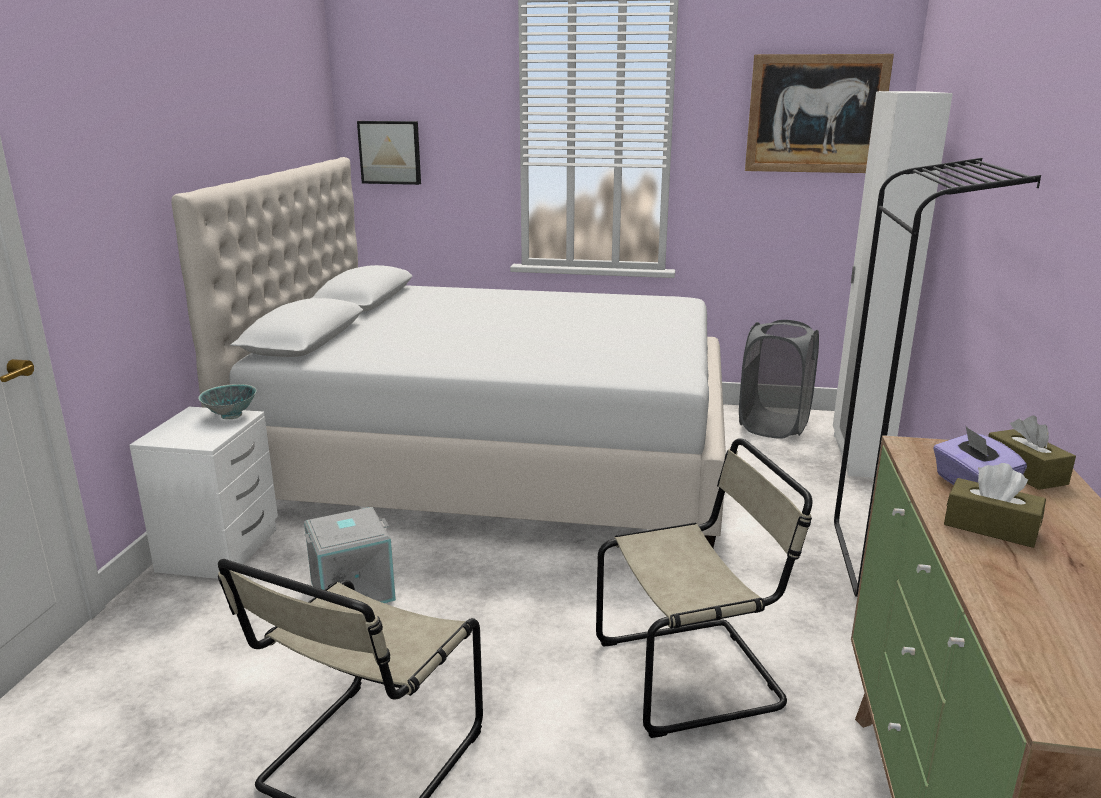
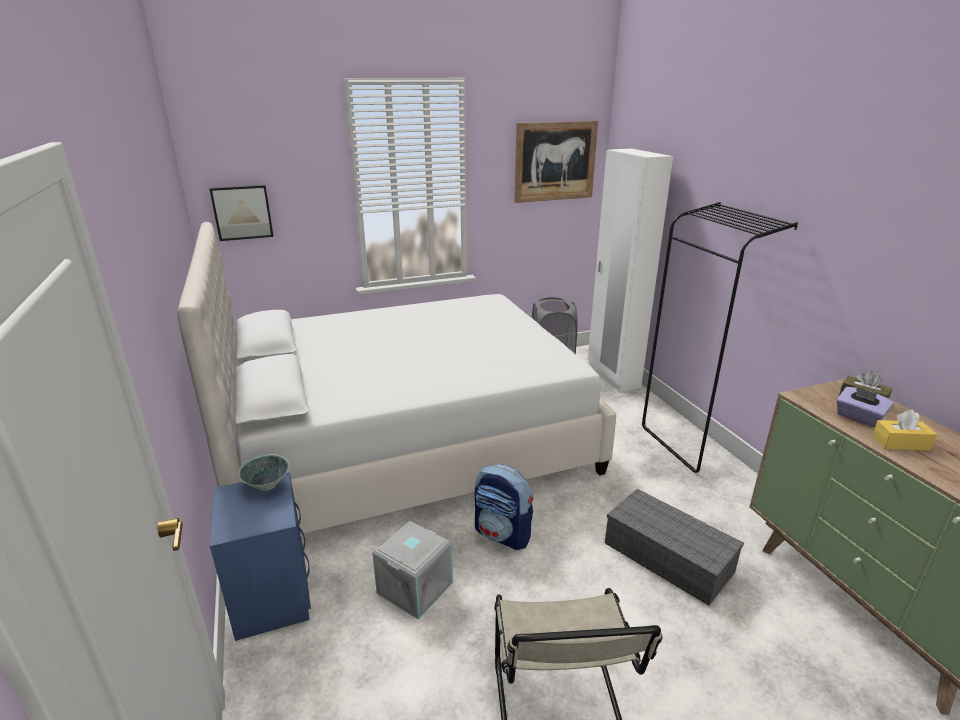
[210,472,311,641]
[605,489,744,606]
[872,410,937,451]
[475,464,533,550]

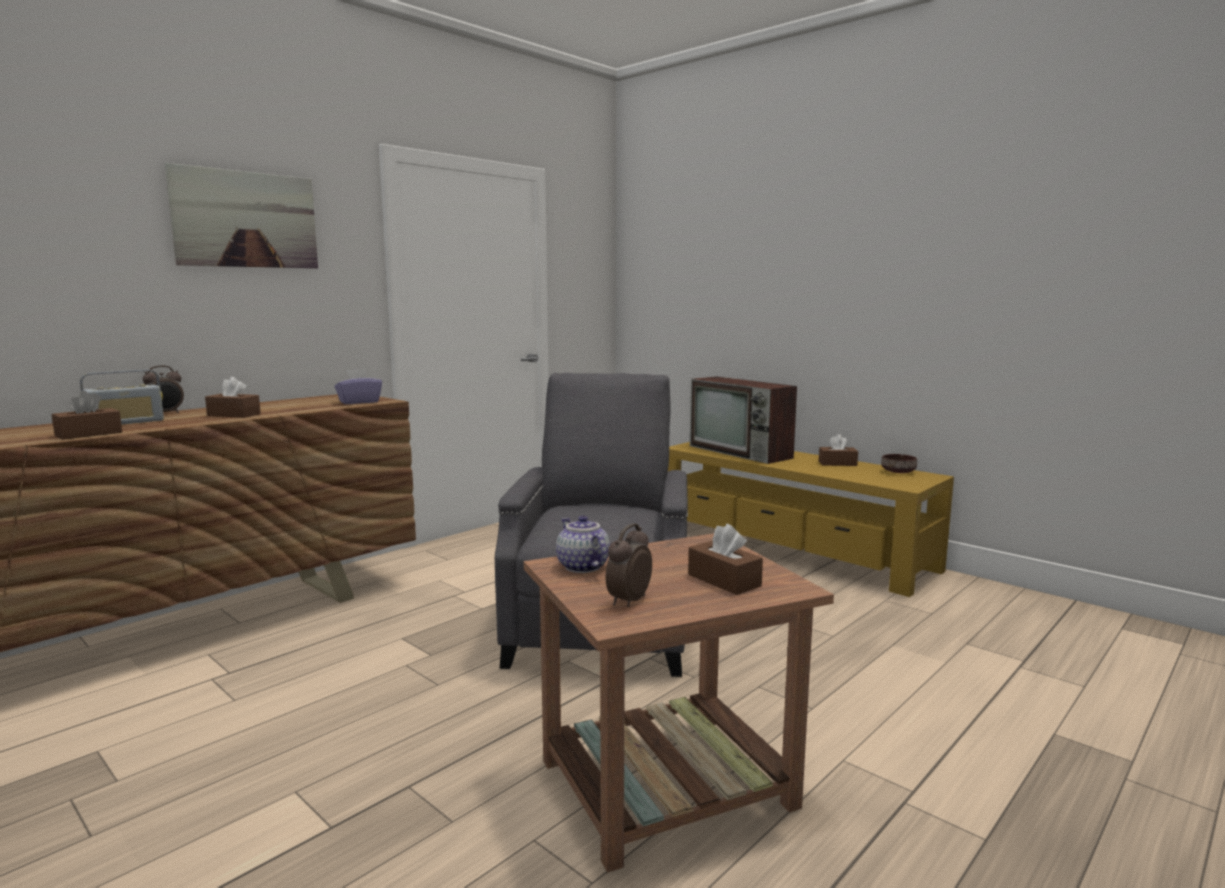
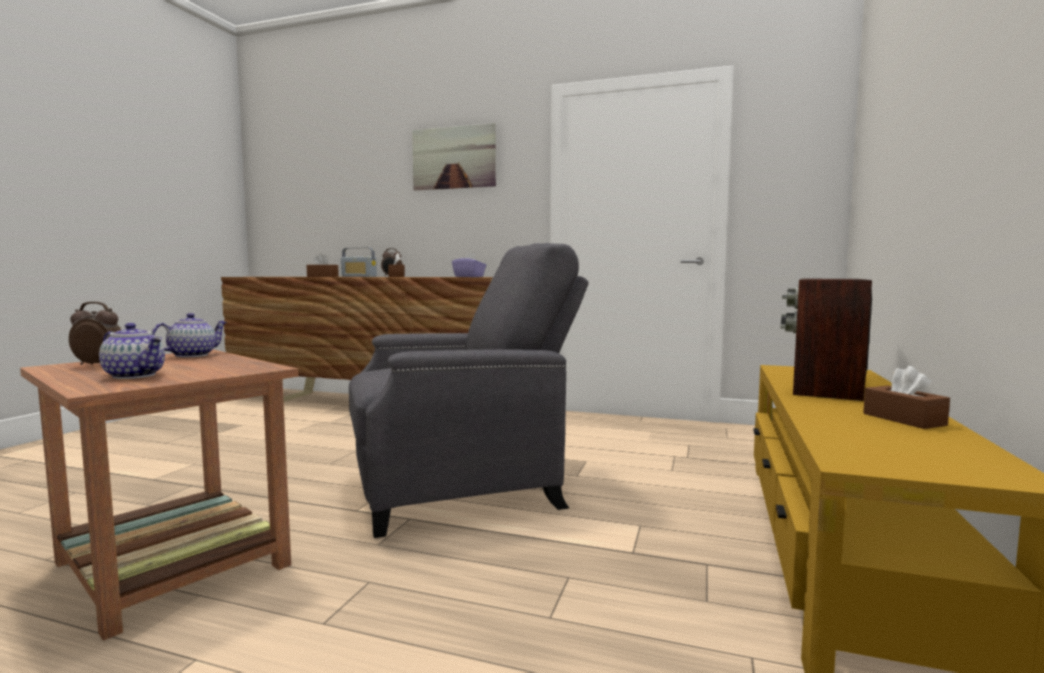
[881,454,917,473] (first image)
[99,323,165,379]

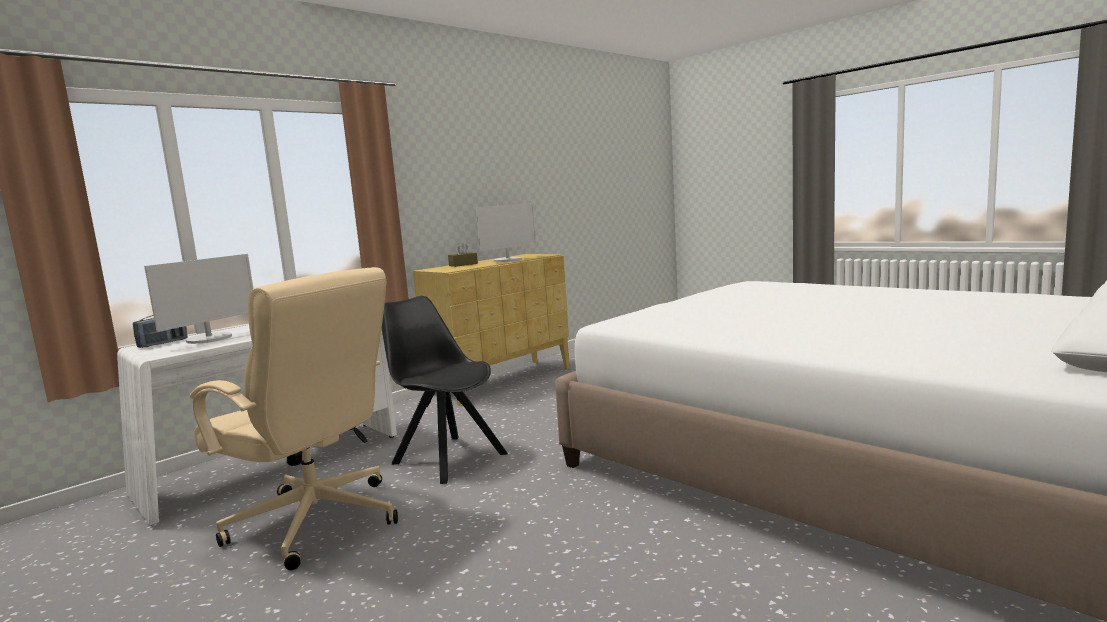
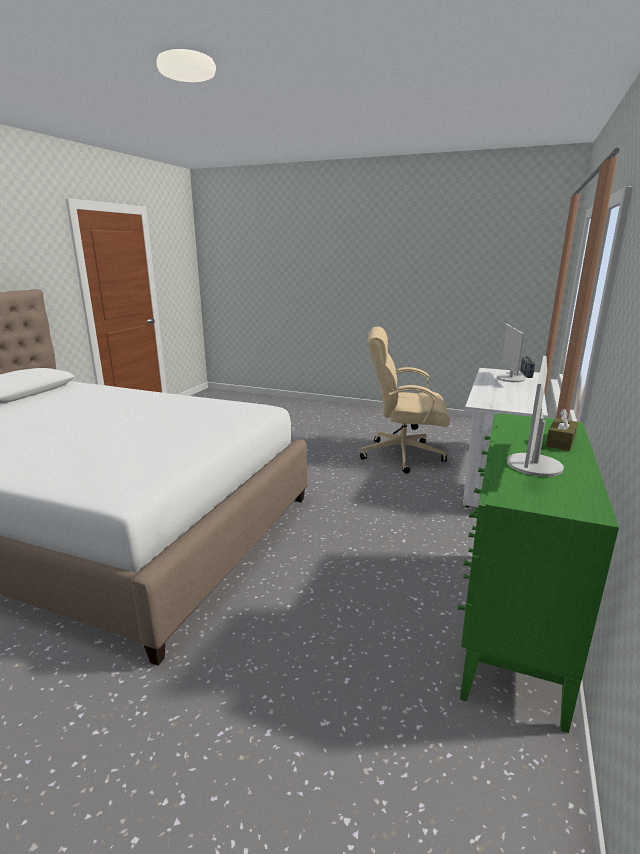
[458,413,619,733]
[382,296,508,484] (first image)

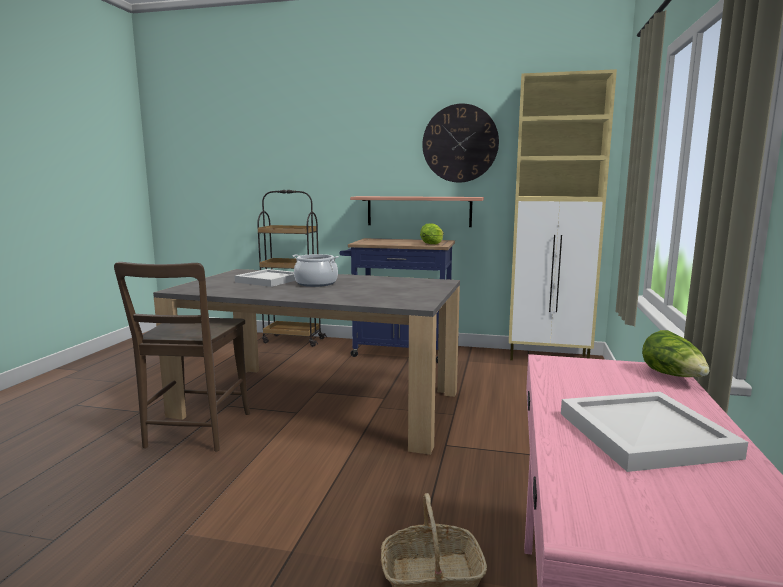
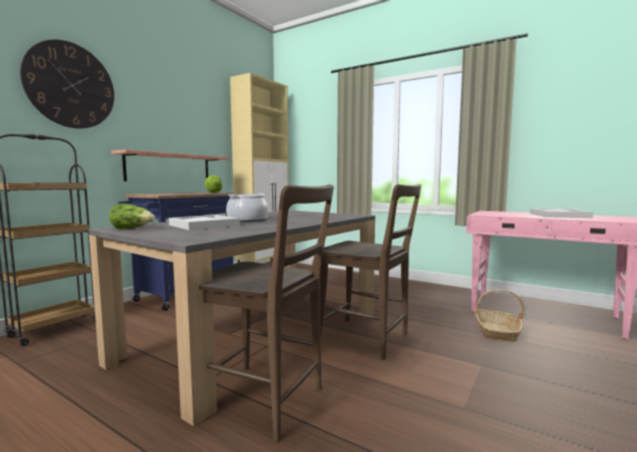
[20,40,114,129]
[109,204,155,229]
[320,184,421,360]

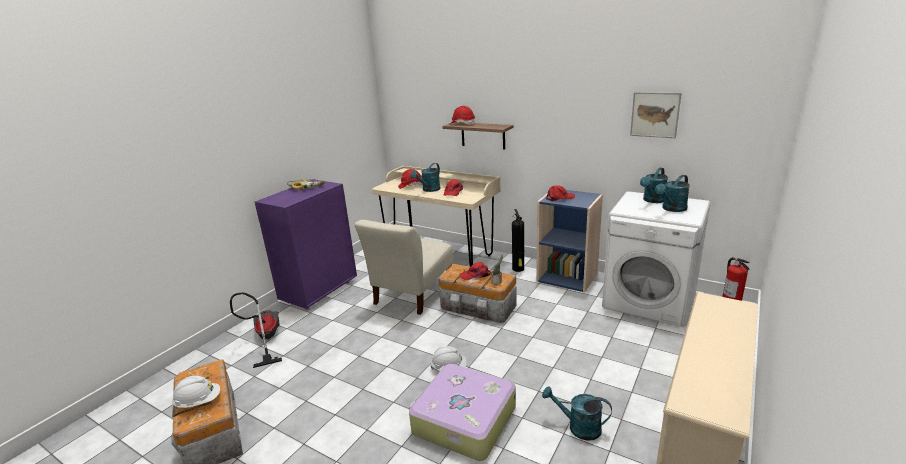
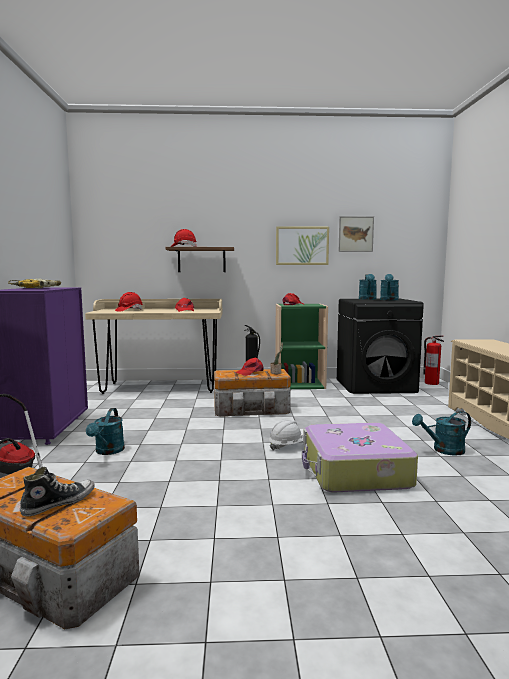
[86,408,125,455]
[275,304,328,389]
[337,299,424,394]
[355,220,453,315] (first image)
[20,467,94,517]
[276,226,329,265]

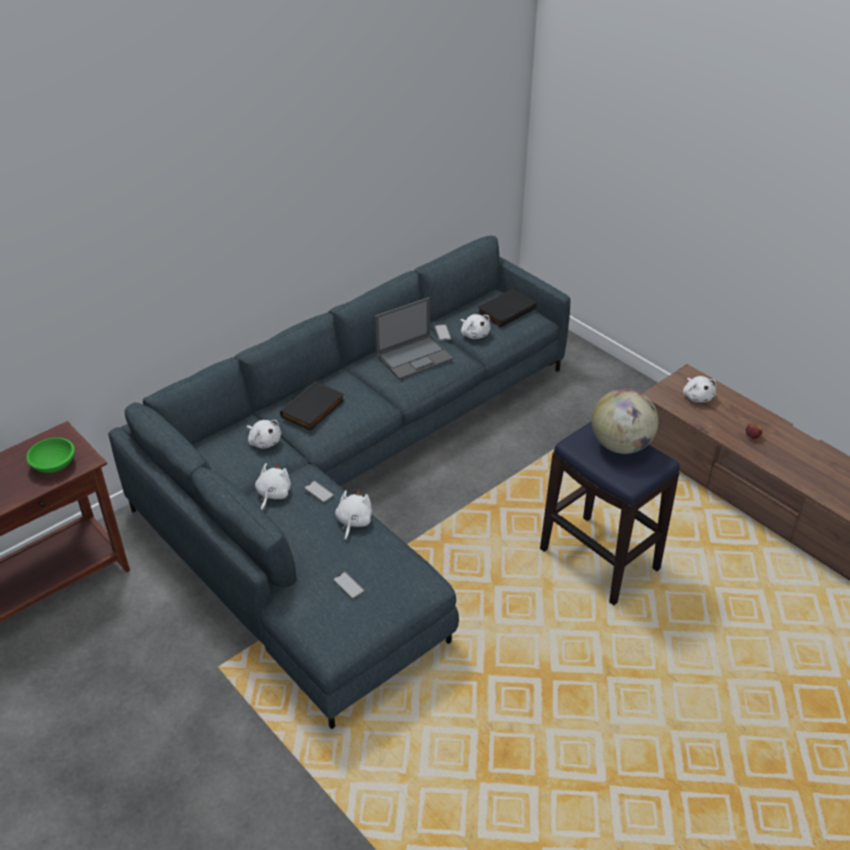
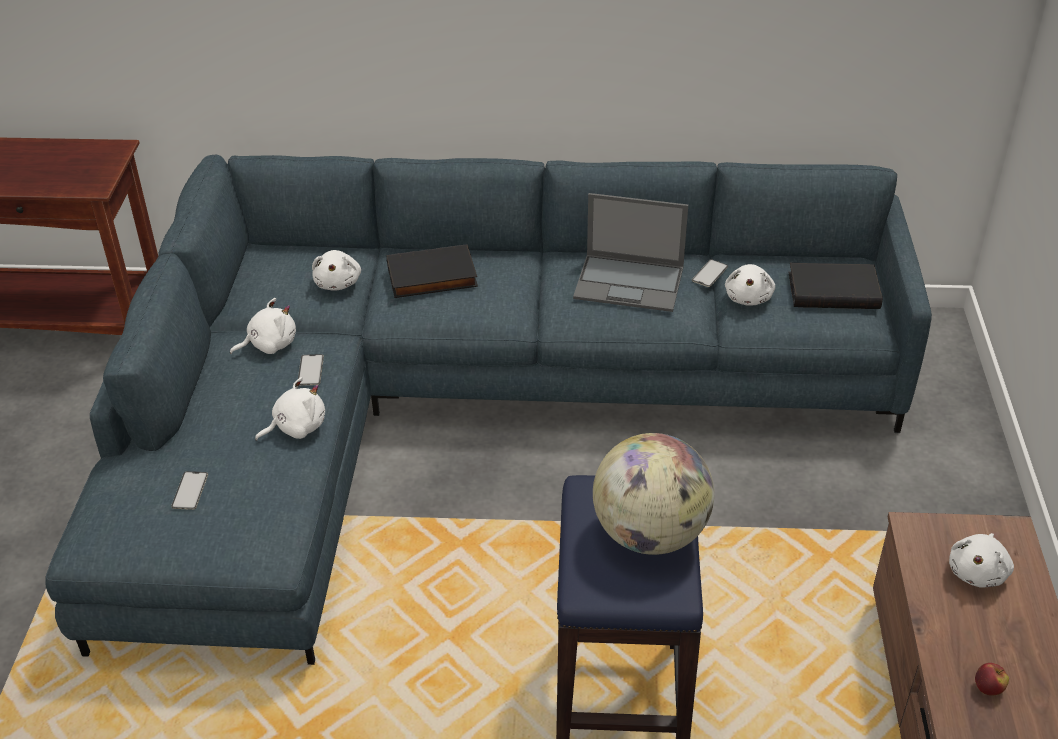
[26,438,75,473] (first image)

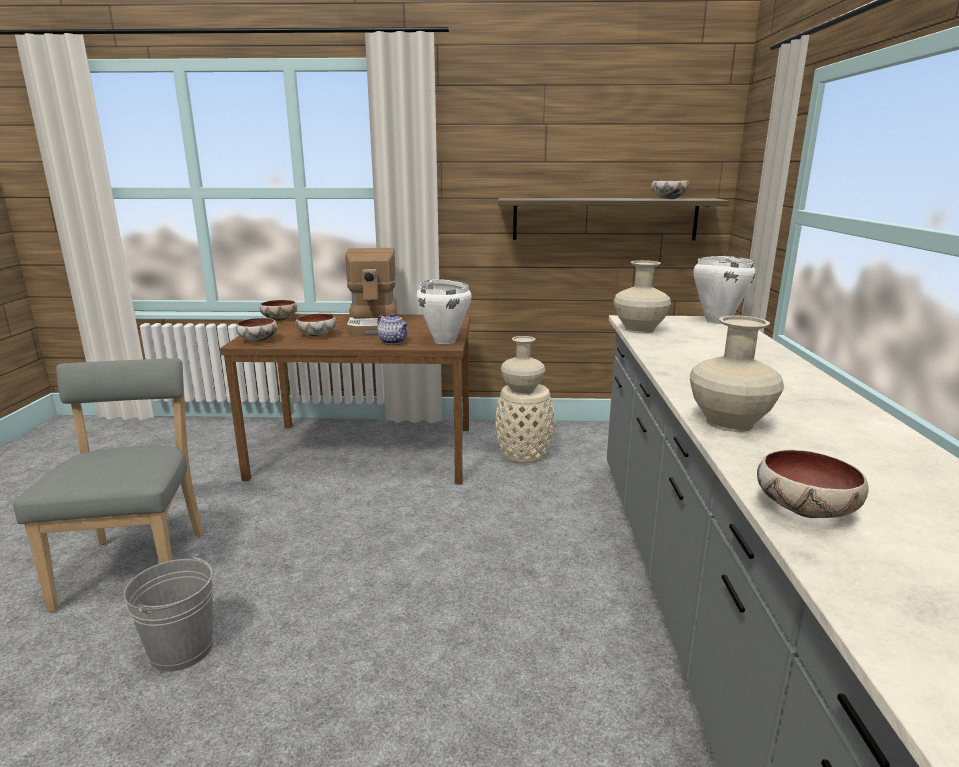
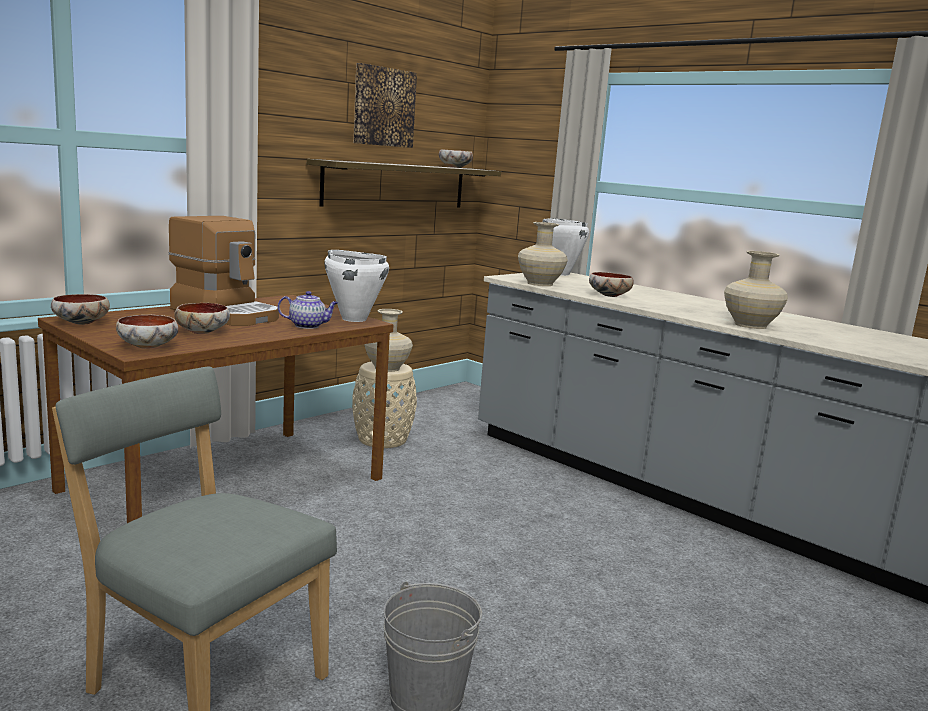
[589,272,634,297]
[353,63,417,148]

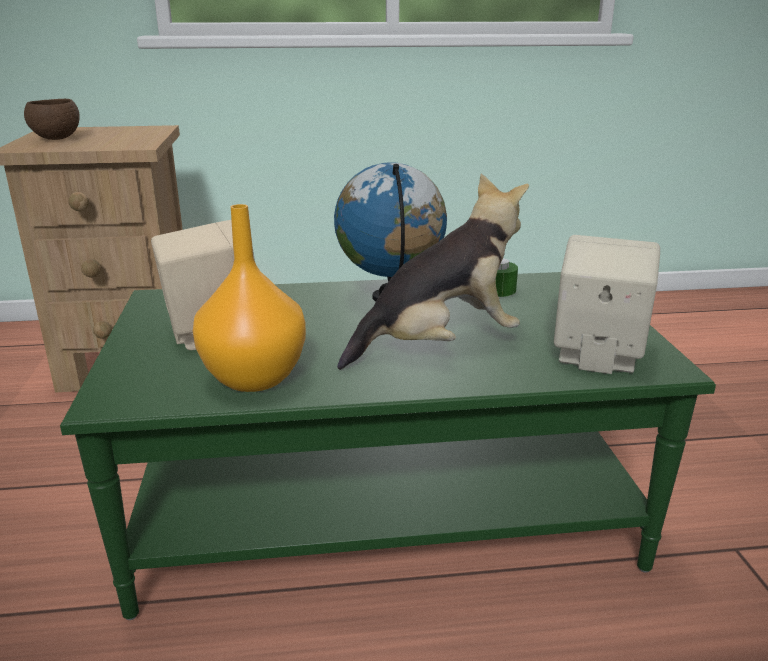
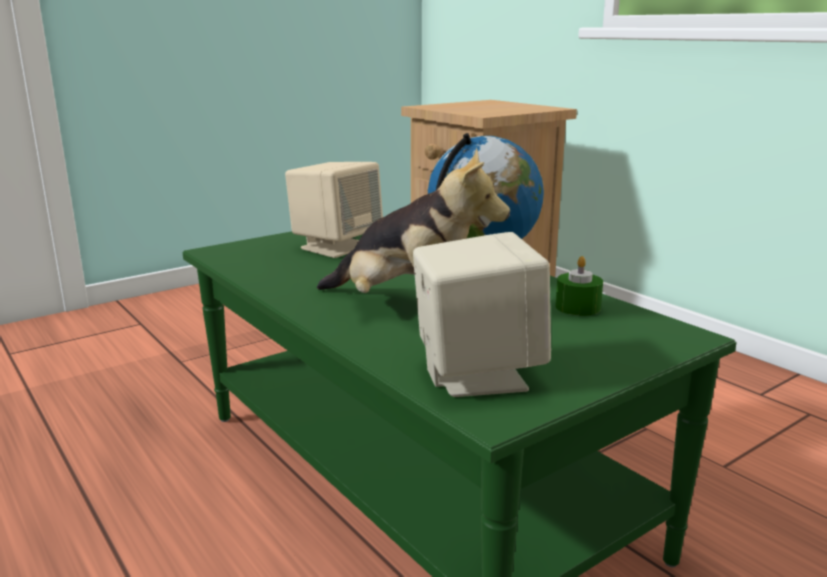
[24,99,80,140] (first image)
[193,204,306,392] (first image)

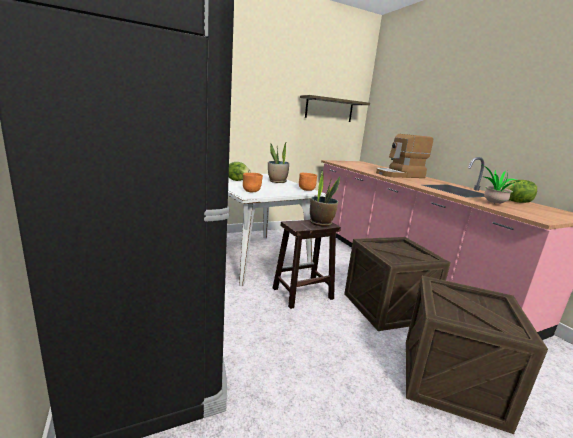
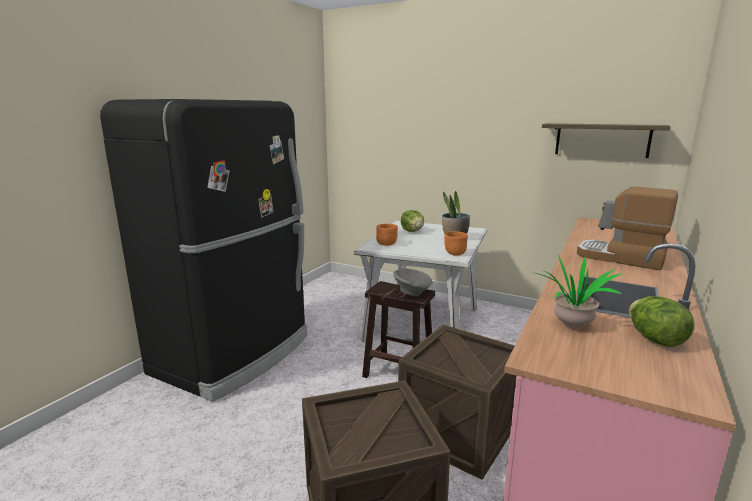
[393,268,433,296]

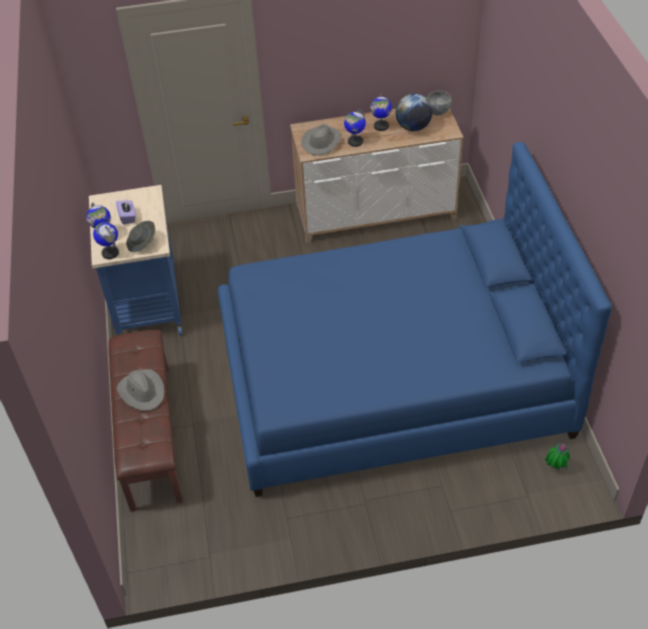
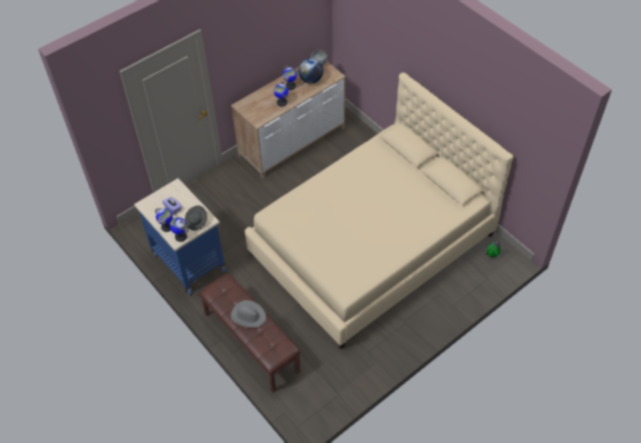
[301,124,341,155] (first image)
[245,73,513,349]

